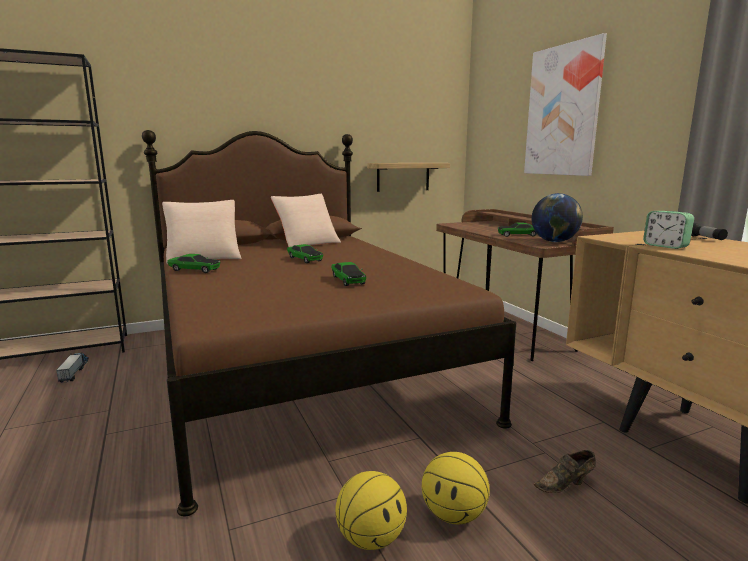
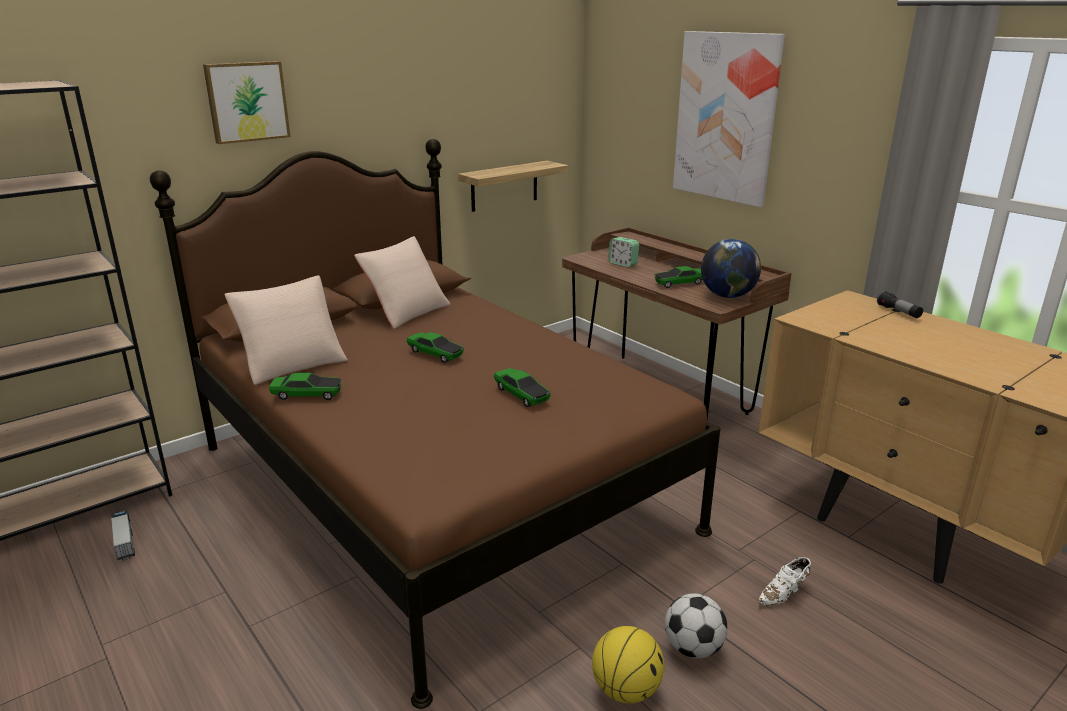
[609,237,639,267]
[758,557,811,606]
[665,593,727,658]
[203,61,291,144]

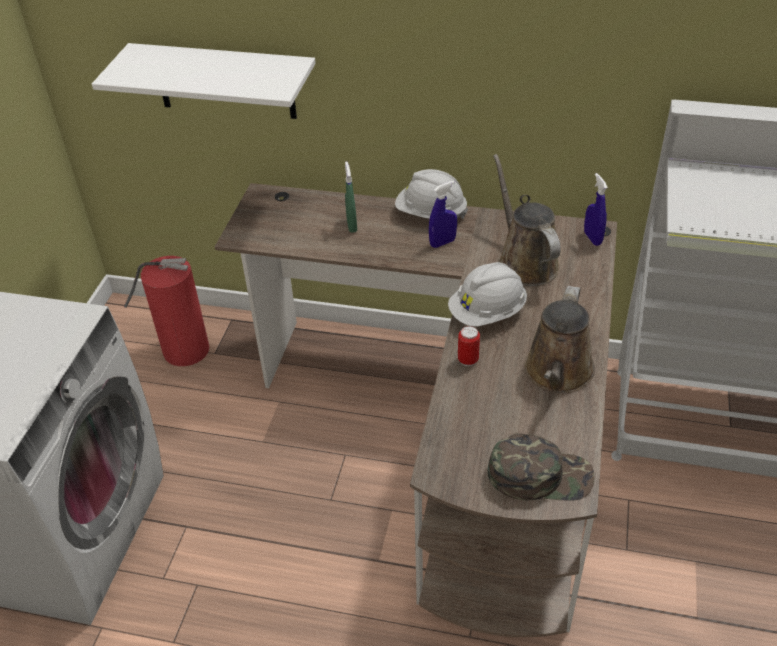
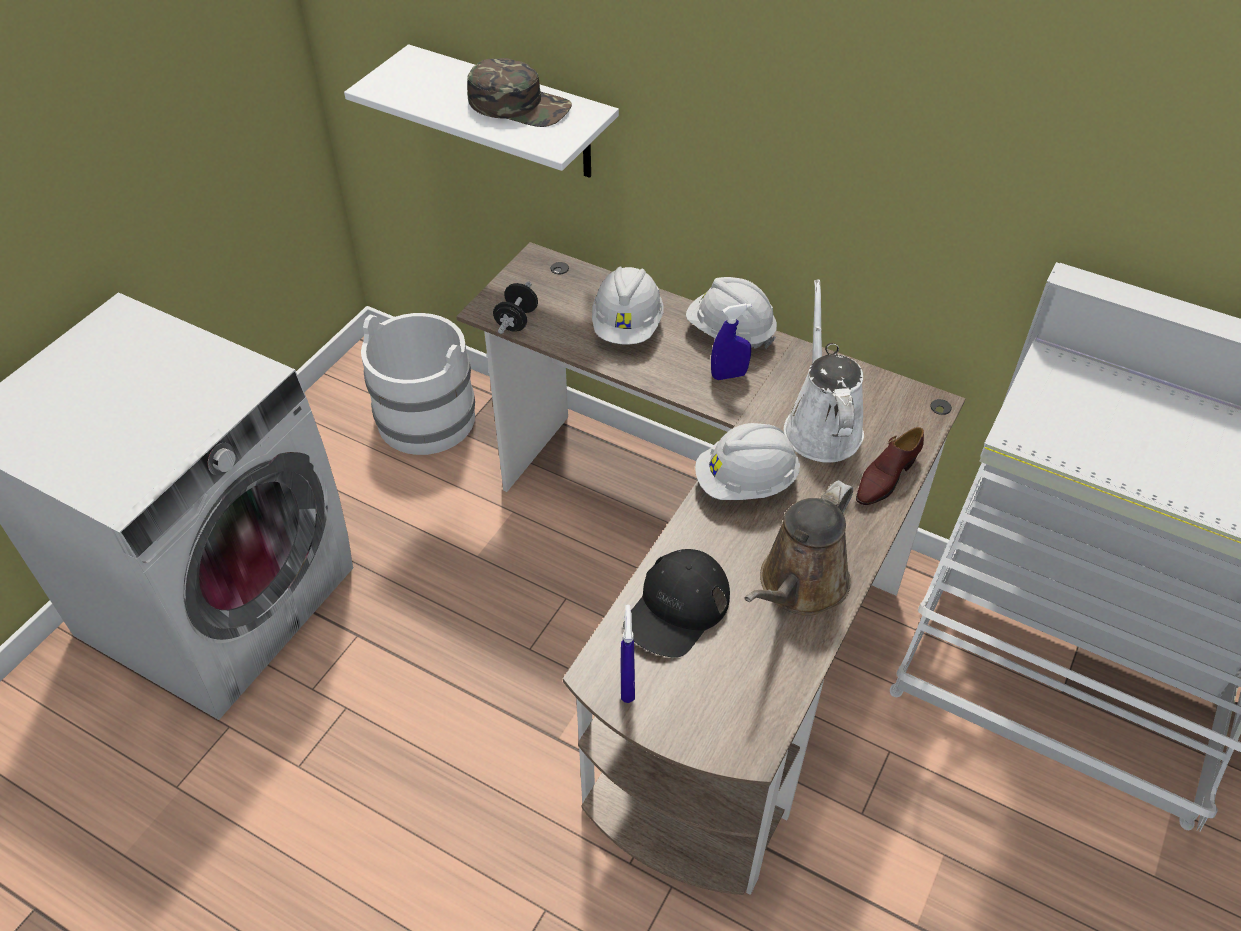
[784,279,864,463]
[592,266,664,345]
[621,605,635,703]
[361,313,475,455]
[458,326,480,366] (first image)
[467,58,572,127]
[493,282,538,334]
[856,427,924,505]
[623,549,730,658]

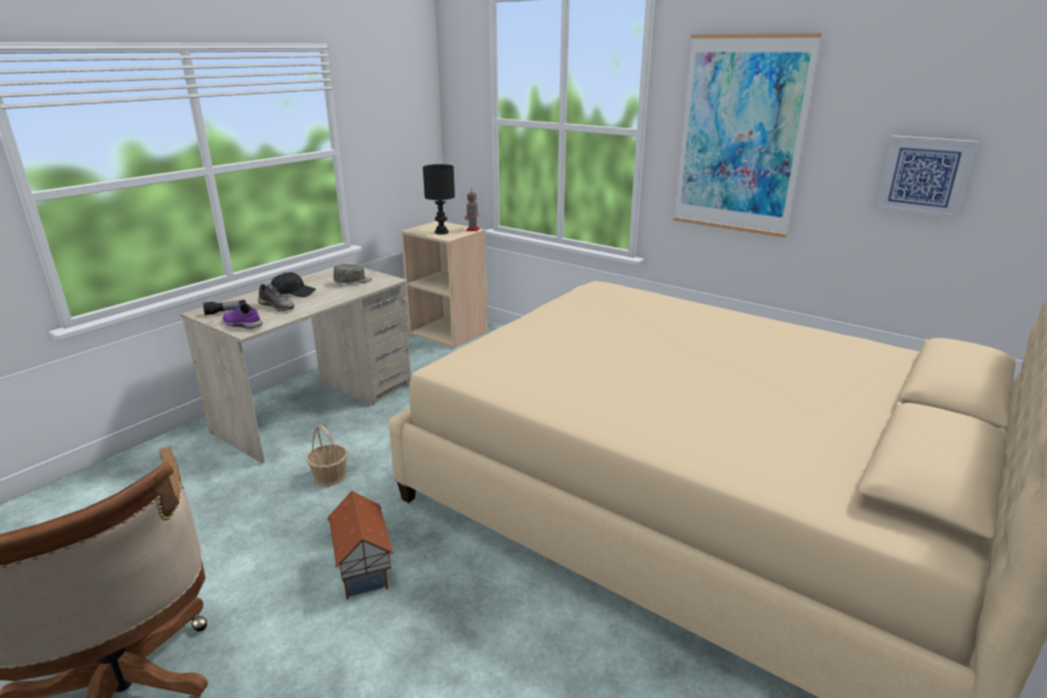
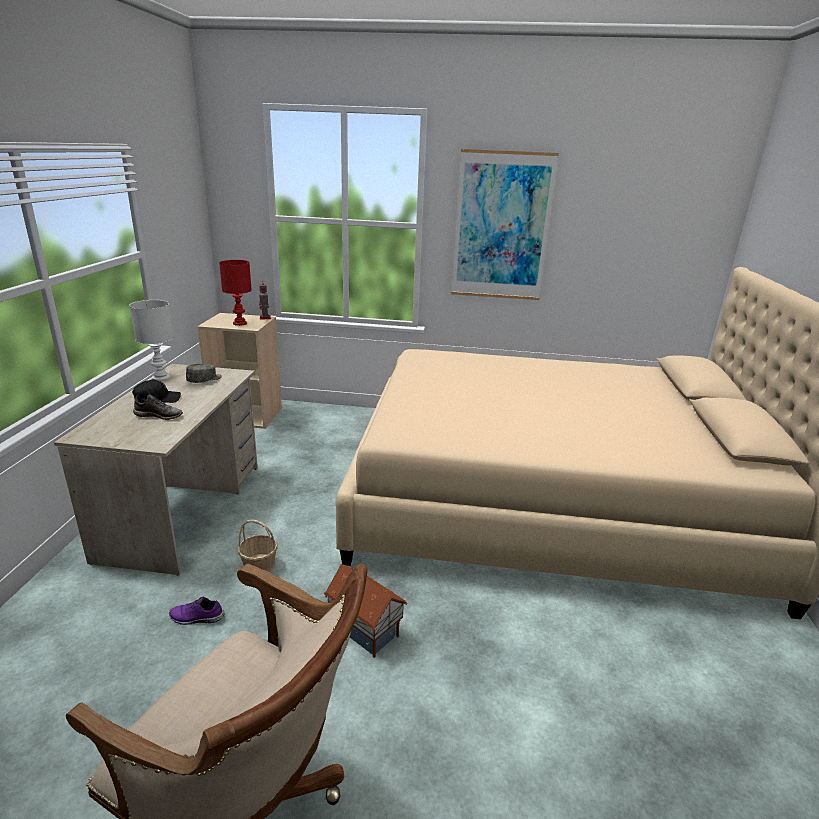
[874,135,978,219] (first image)
[219,260,252,326]
[203,300,246,315] (first image)
[169,597,224,625]
[129,300,174,381]

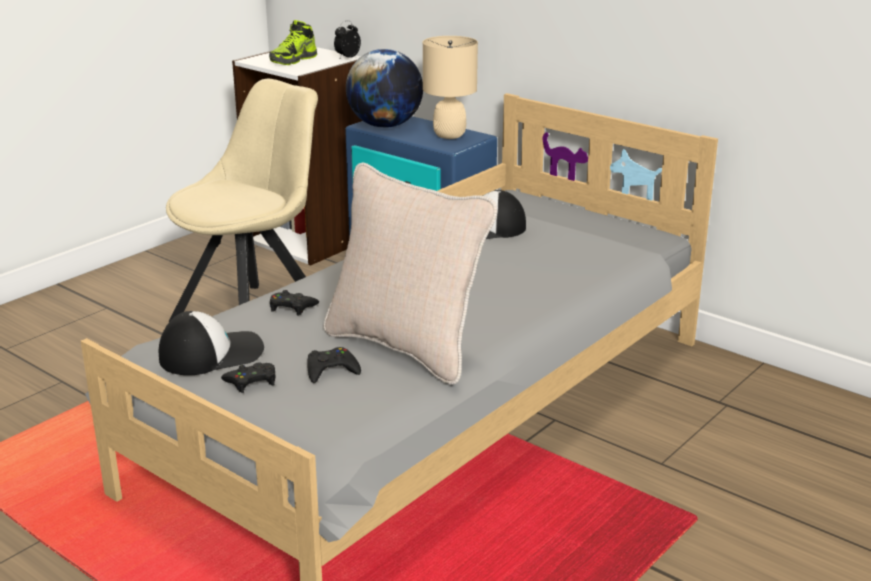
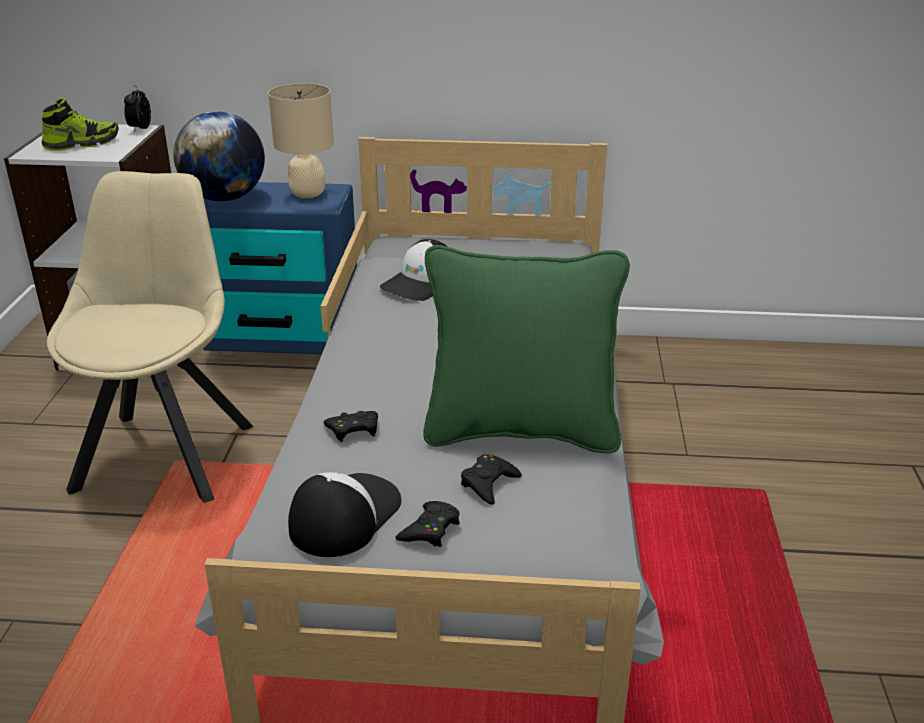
[42,98,119,151]
[423,245,630,453]

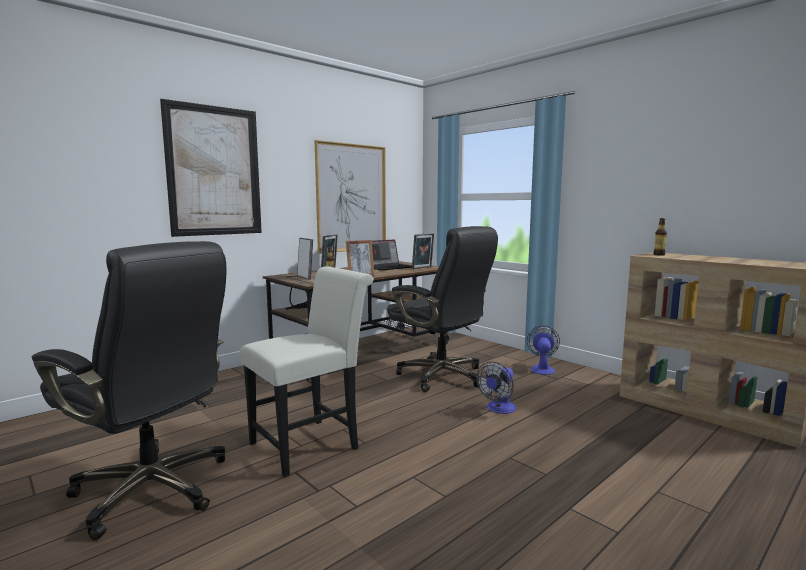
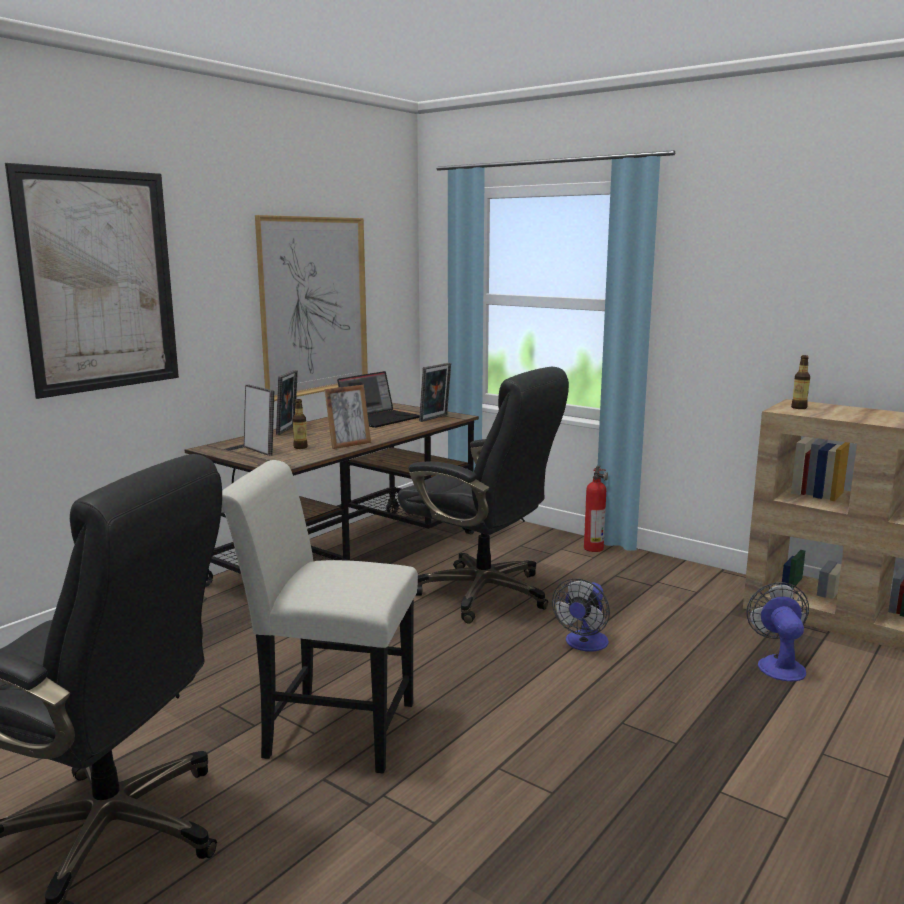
[221,460,418,774]
[747,582,809,682]
[584,465,608,552]

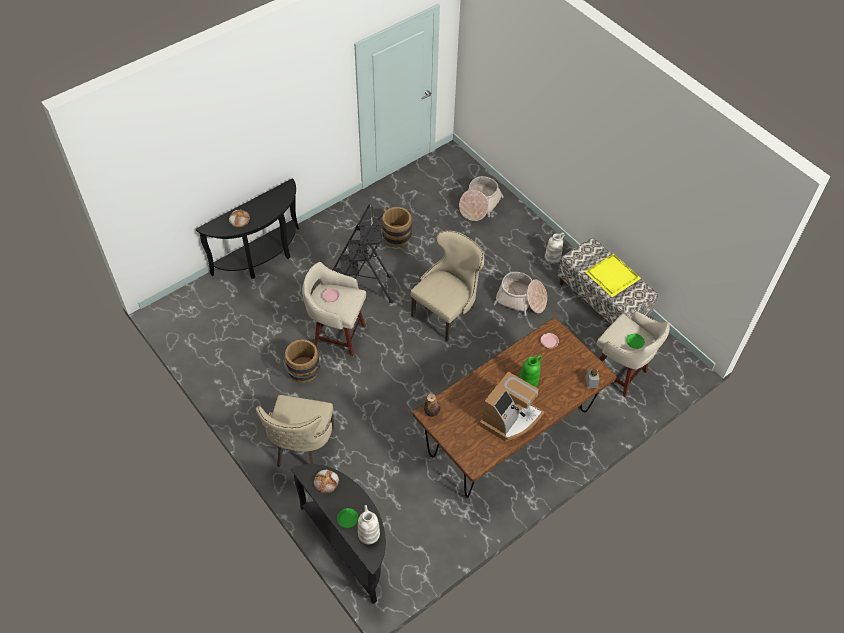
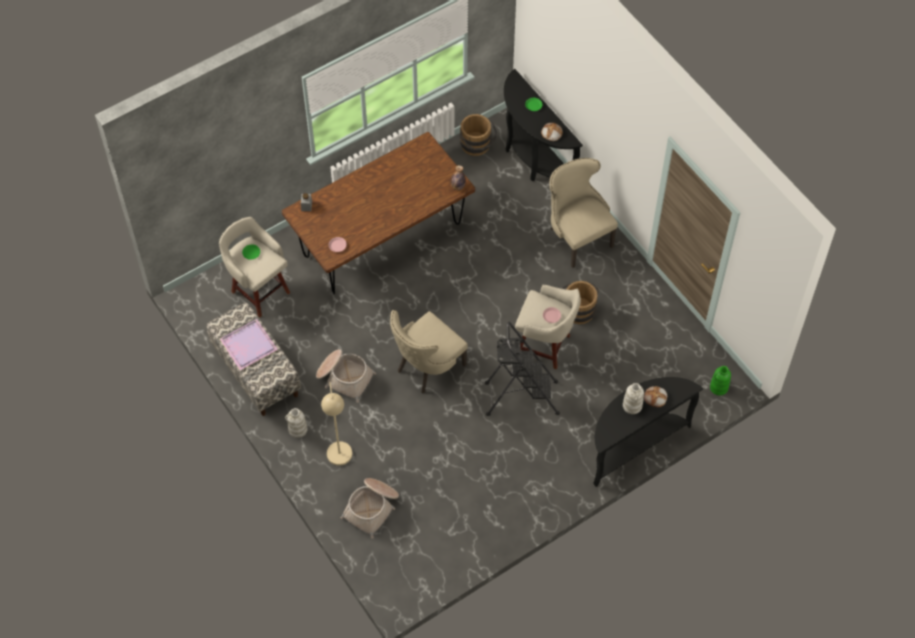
[460,114,497,156]
[219,319,278,371]
[710,366,731,396]
[479,372,544,442] (first image)
[549,158,618,268]
[623,383,644,414]
[321,382,352,466]

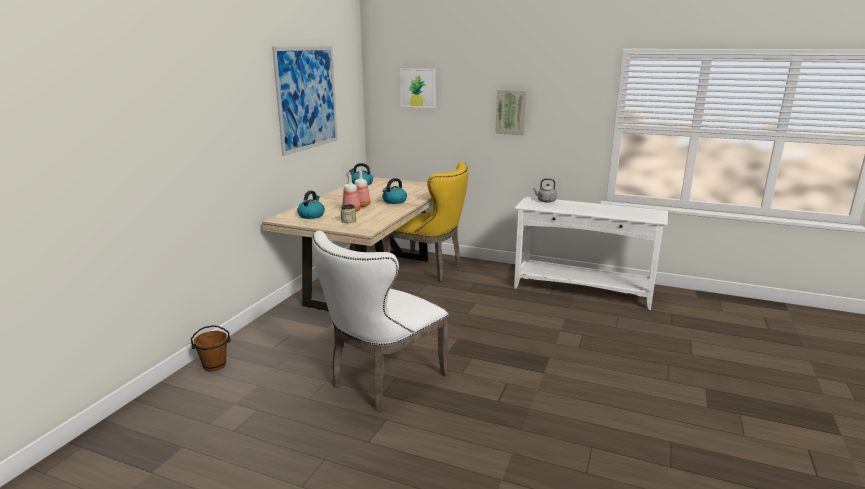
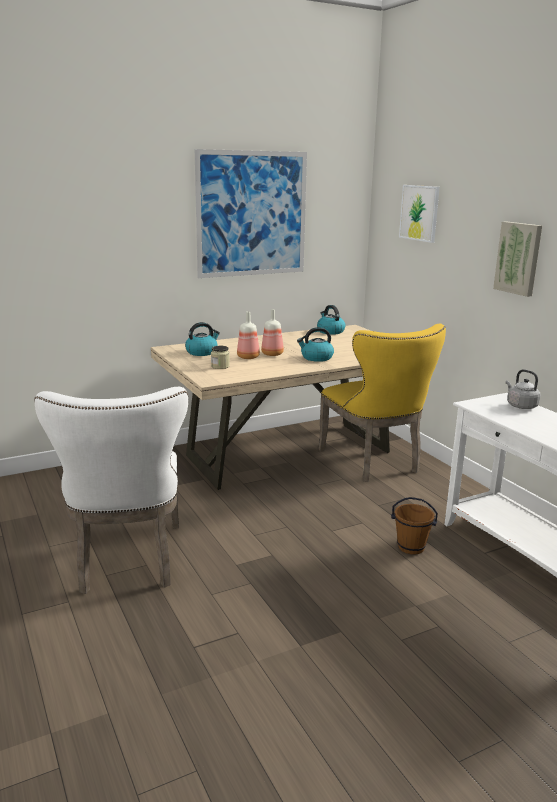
[34,387,188,594]
[391,497,438,555]

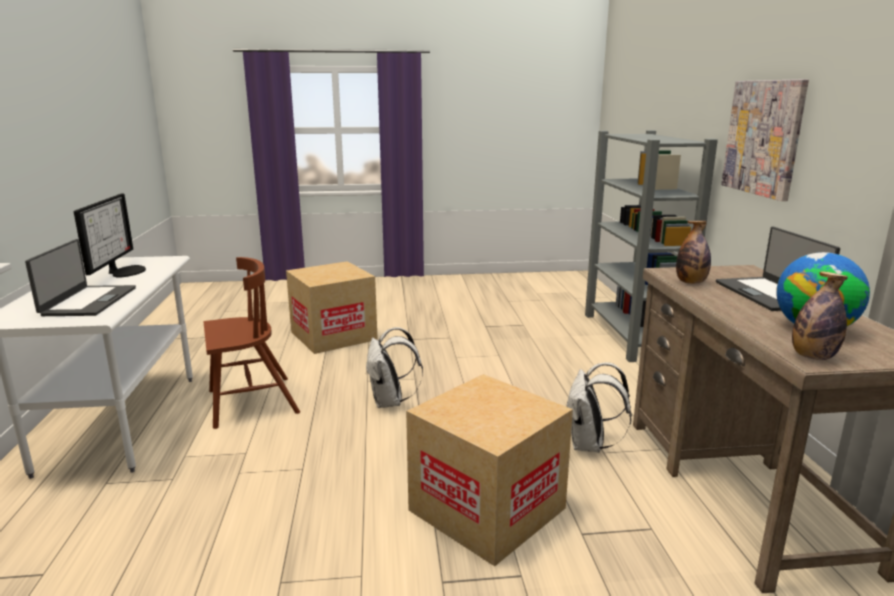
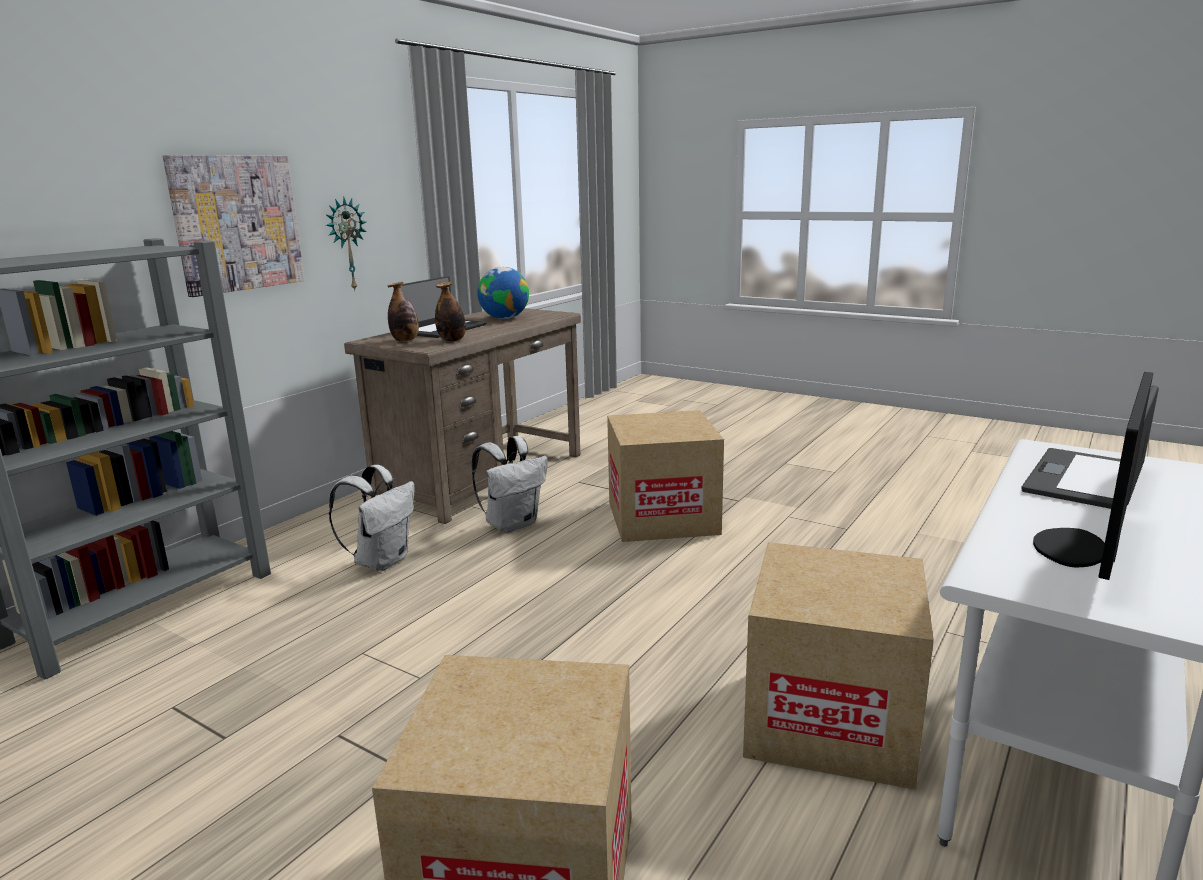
[743,542,934,790]
[387,282,419,341]
[329,465,414,571]
[326,198,366,290]

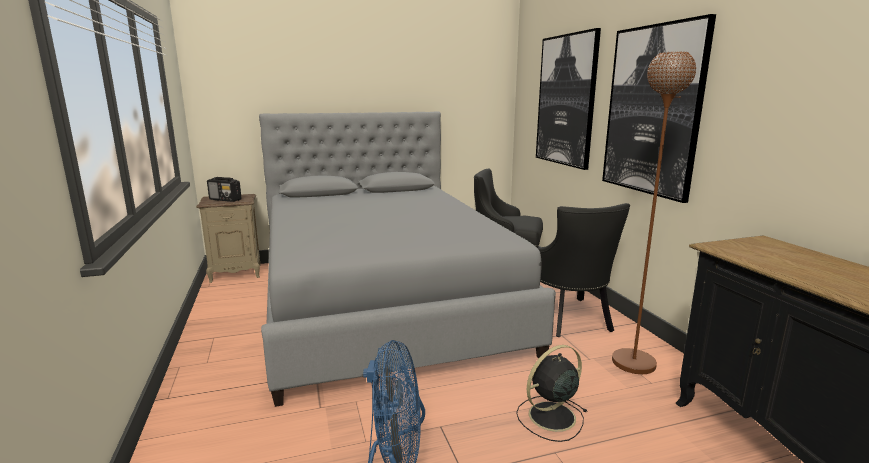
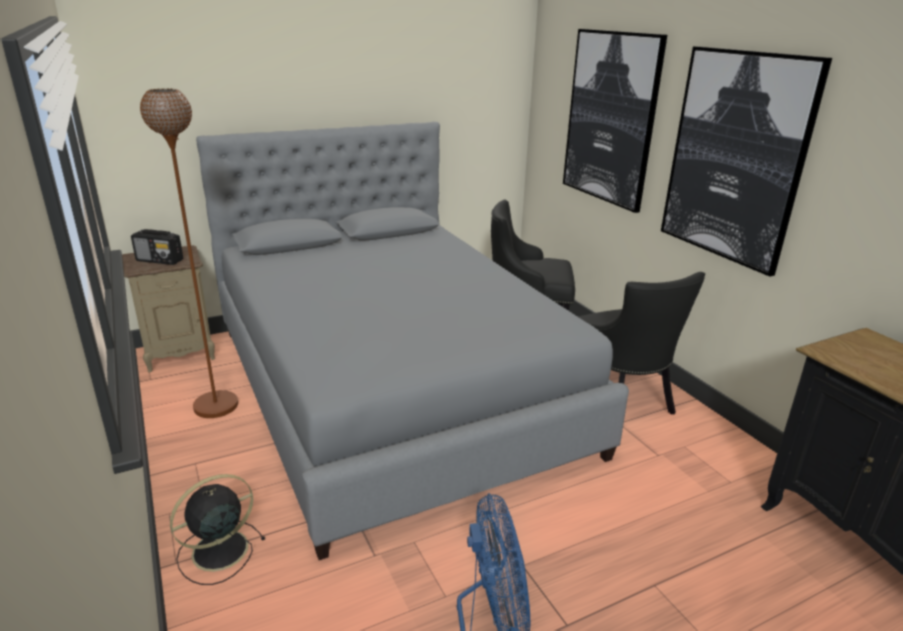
[140,88,238,418]
[170,474,266,585]

